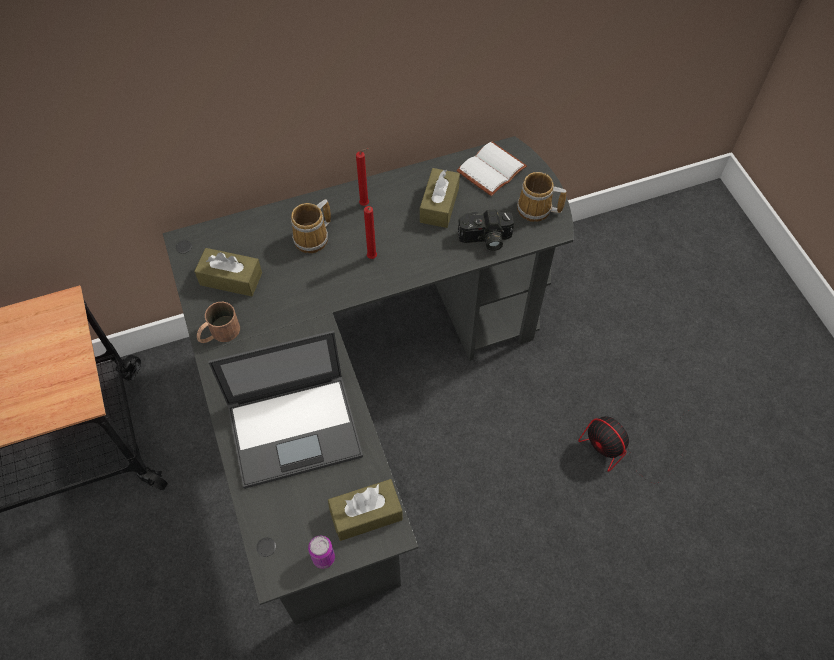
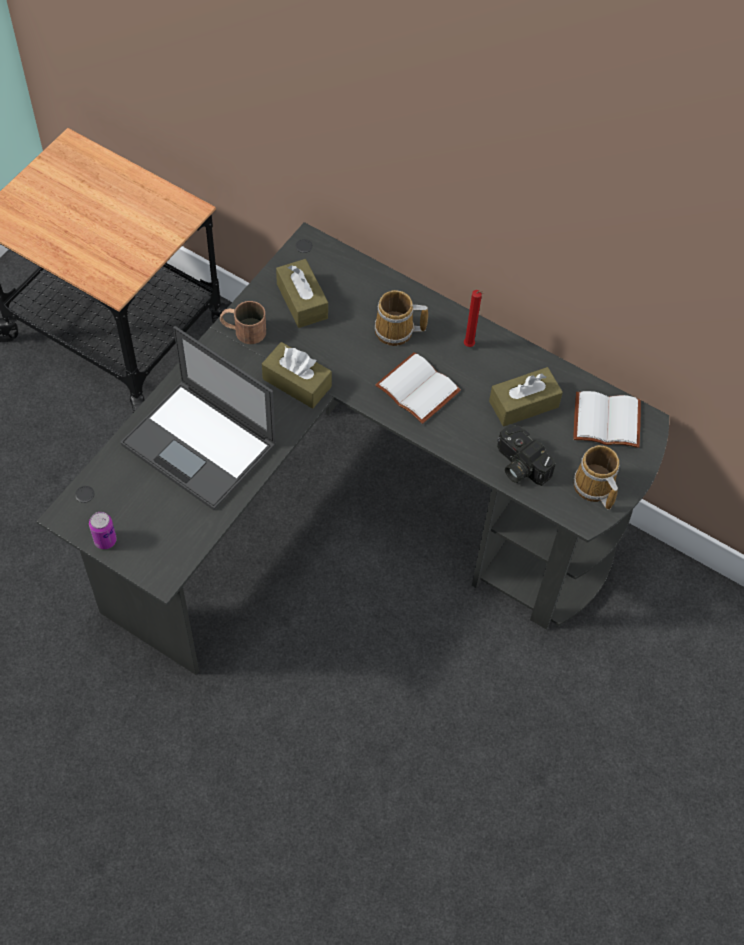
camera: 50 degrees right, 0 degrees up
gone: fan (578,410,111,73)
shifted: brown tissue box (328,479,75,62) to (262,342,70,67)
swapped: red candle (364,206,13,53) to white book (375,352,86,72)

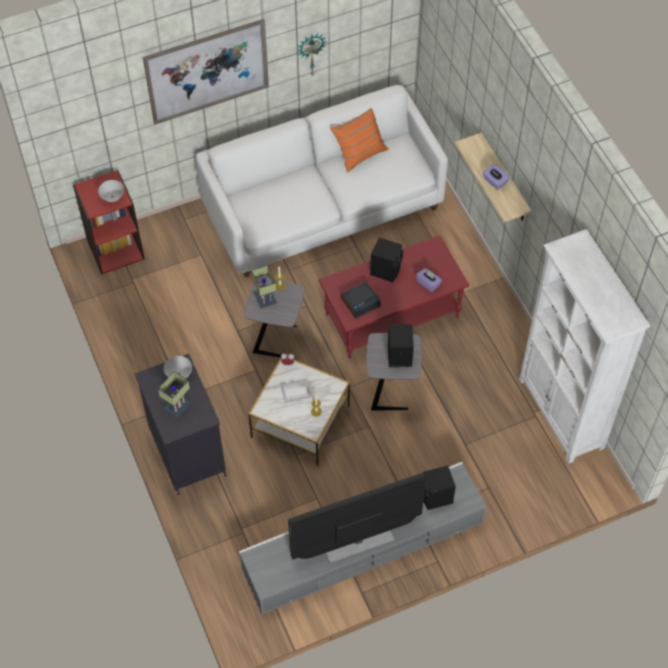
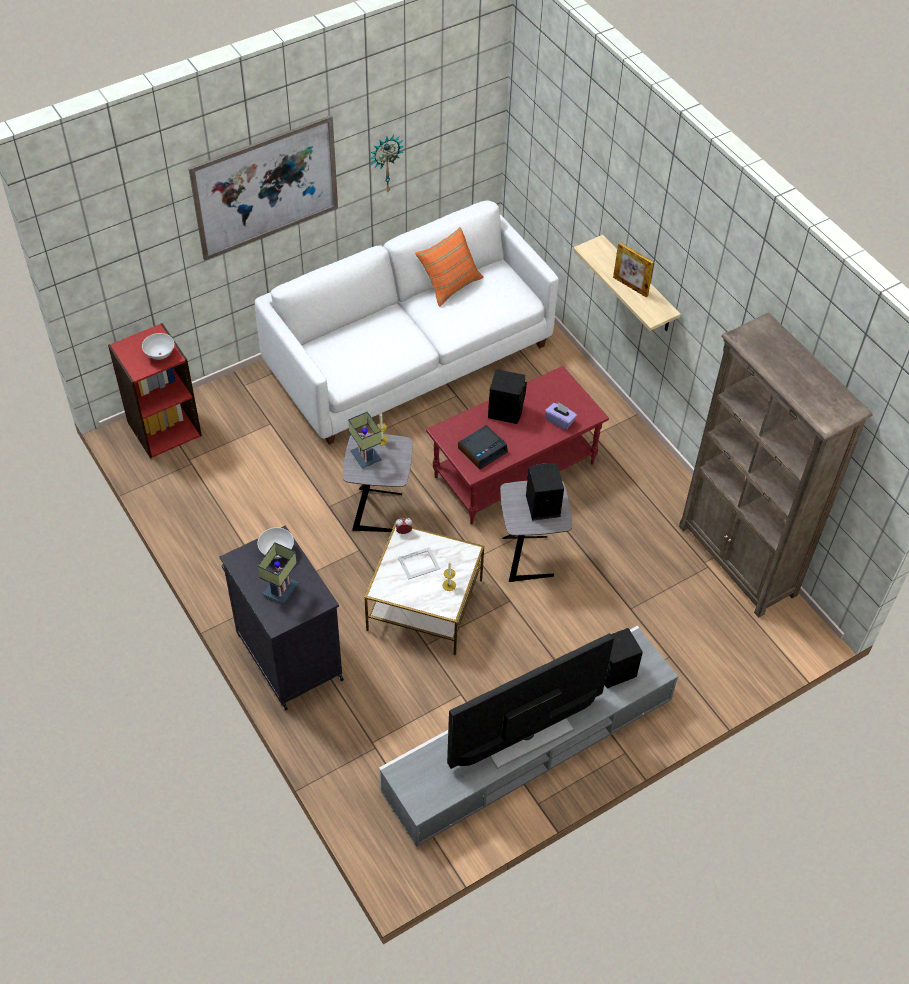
camera: 10 degrees left, 5 degrees down
swapped: purple tissue box (483,163,27,27) to picture frame (613,242,41,55)
repainted: white bookcase (519,229,131,235) to brown bookcase (679,313,193,305)

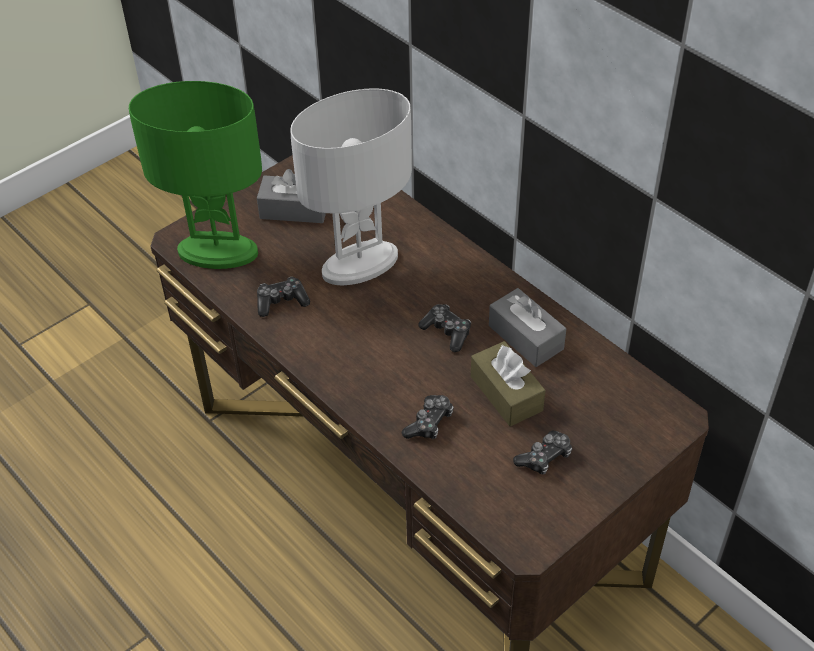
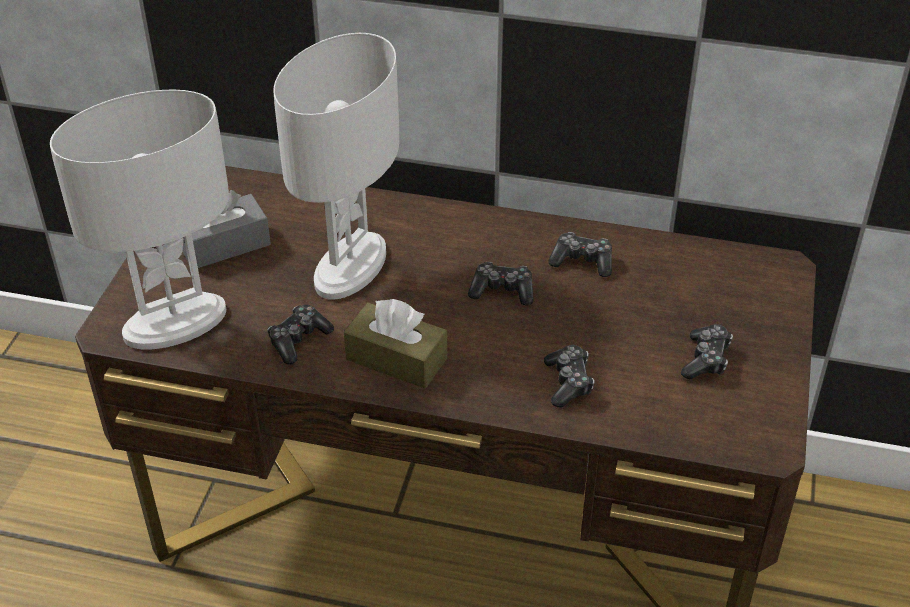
camera: 35 degrees left, 5 degrees down
shifted: brown tissue box (471,341,75,85) to (344,299,103,89)
swapped: grey tissue box (489,288,77,79) to game controller (548,232,64,45)
repainted: green table lamp (129,81,133,188) to white table lamp (50,90,179,260)

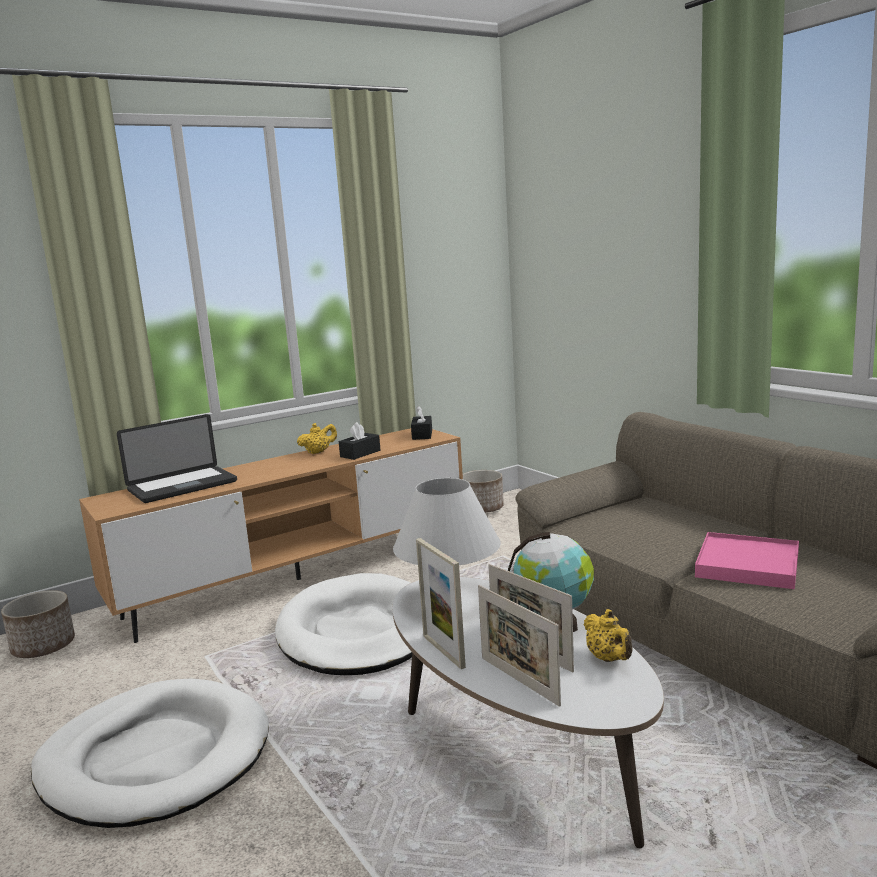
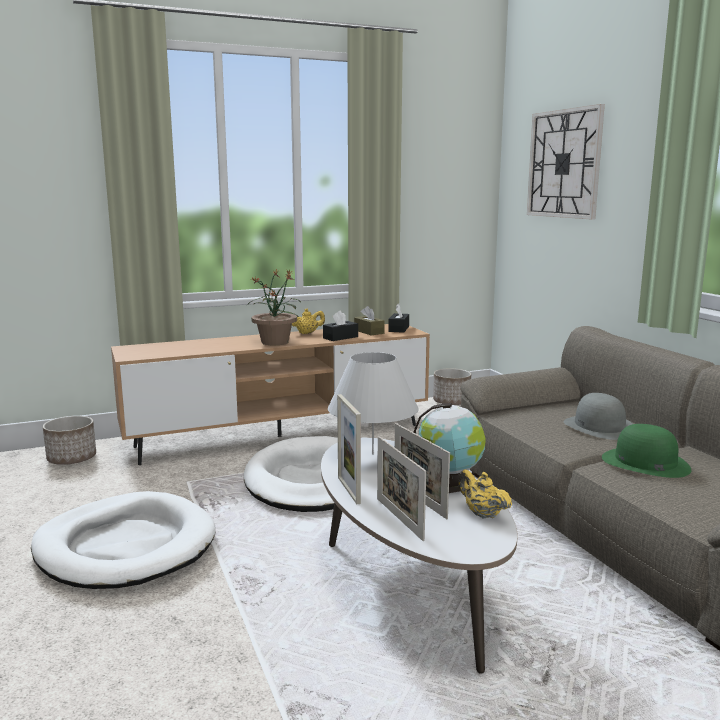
camera: 10 degrees right, 0 degrees up
gone: laptop (117,414,120,89)
new: potted plant (247,269,54,76); brown tissue box (354,306,31,30); wall clock (527,104,78,115); grey hat (564,393,69,47)
swapped: pink tray (695,532,104,57) to green hat (602,424,89,54)
rotated: yellow teapot (583,609,50,53) = (458,469,54,50) 150 degrees clockwise

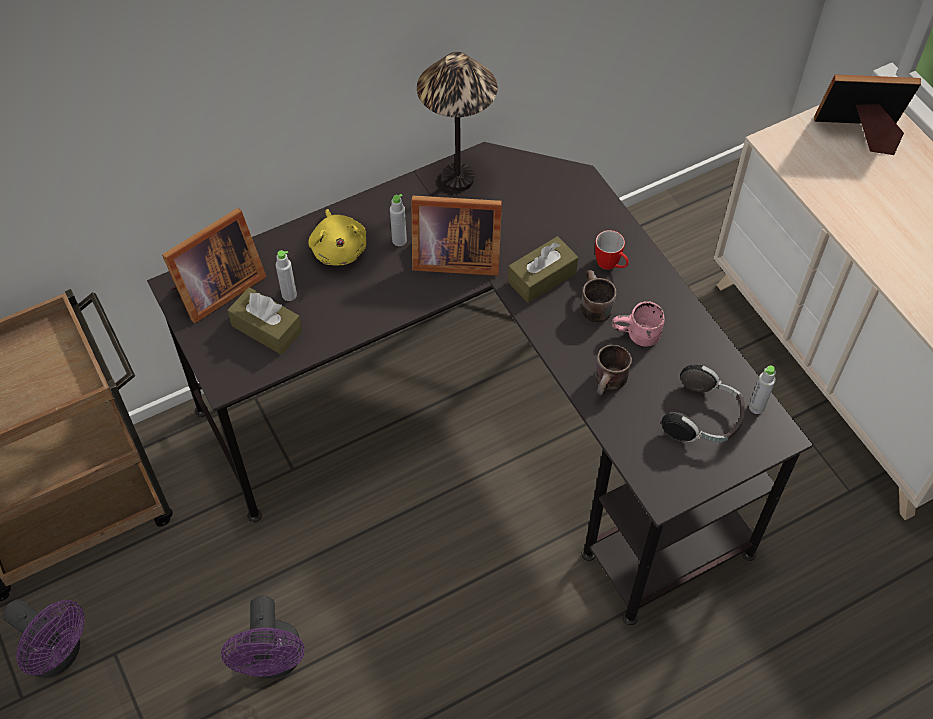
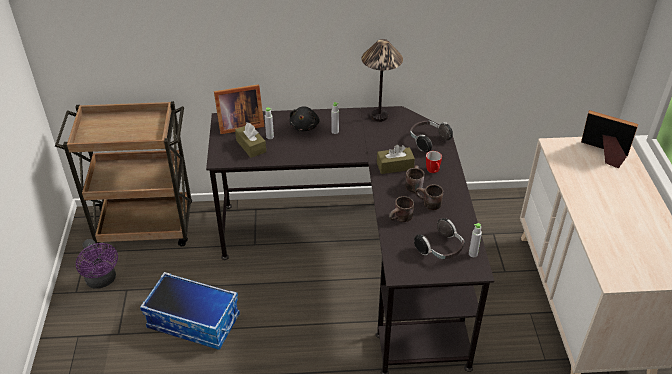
camera: 25 degrees right, 15 degrees down
gone: picture frame (411,196,91,80)
new: headphones (410,121,43,31)
swapped: purple fan (221,596,84,83) to storage box (140,272,100,78)
repainted: yellow plush toy (308,209,58,57) to black plush toy (289,106,31,26); pink mug (612,301,53,46) to brown mug (415,184,28,26)

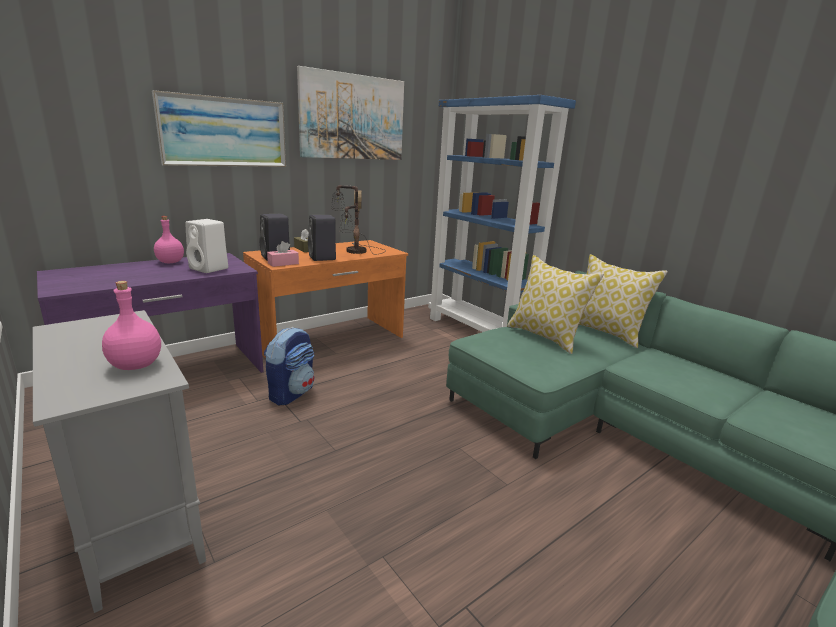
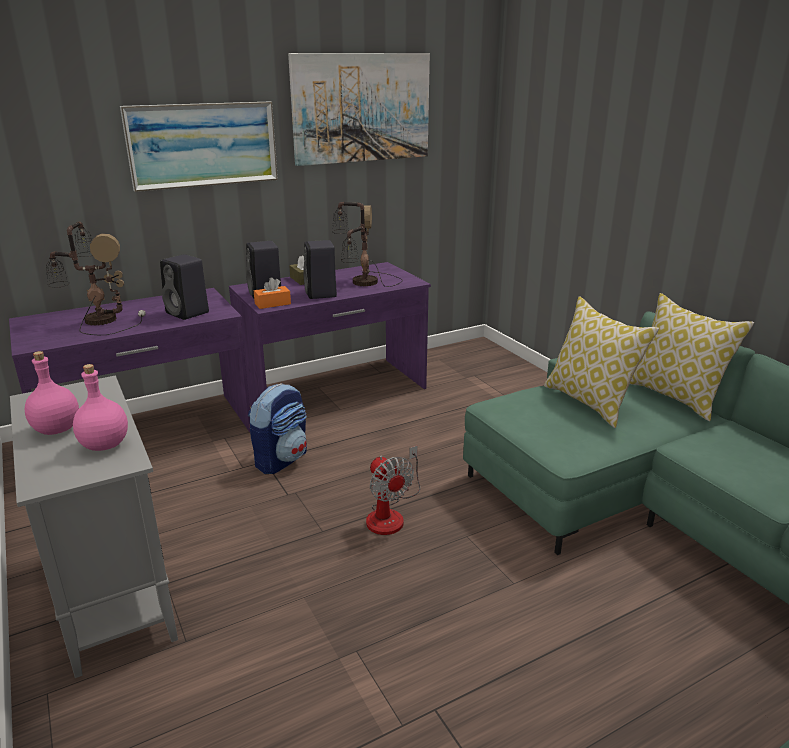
camera: 10 degrees right, 5 degrees up
gone: blue bookcase (428,95,148,237)
new: table lamp (46,222,100,113); fan (366,446,54,89)
shifted: pink bottle (154,216,30,47) to (25,351,54,84)
repainted: white speaker (185,219,43,54) to black speaker (160,254,49,66); orange desk (243,240,165,118) to purple desk (229,262,202,144); pink tissue box (267,241,32,26) to orange tissue box (254,277,37,32)

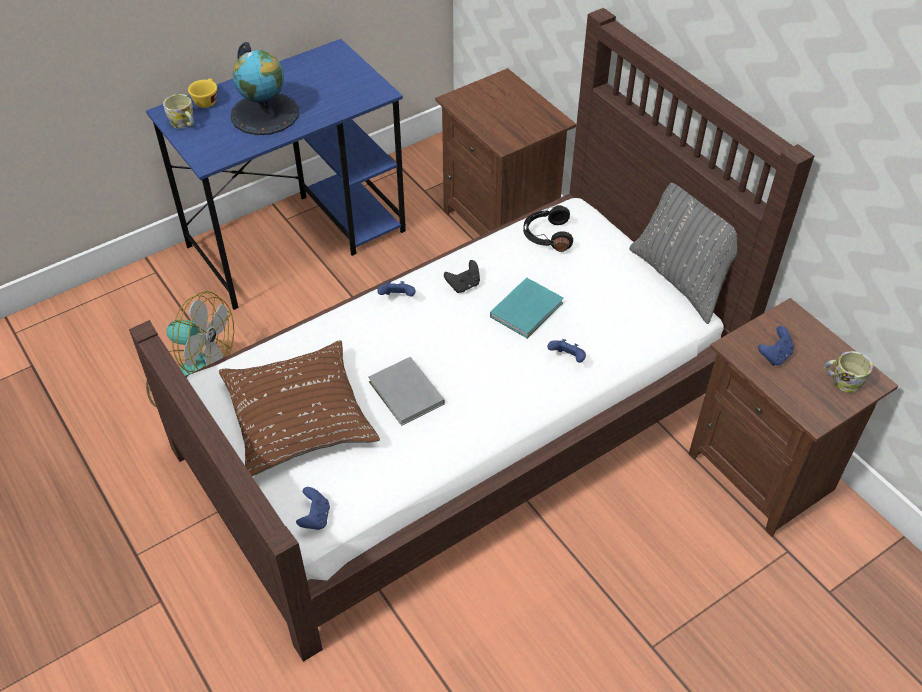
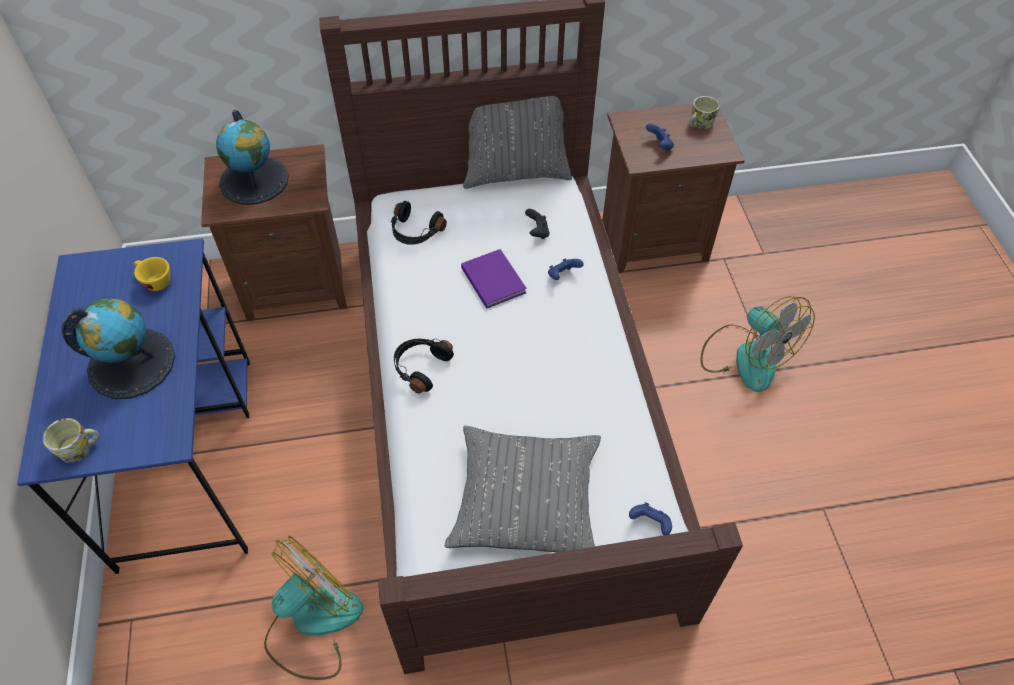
camera: 65 degrees left, 5 degrees up
gone: grey book (368,357,77,69)
new: globe (216,110,73,95); fan (701,296,114,96)
shifted: yellow cup (188,79,29,29) to (134,257,36,34); black game controller (444,260,36,33) to (525,209,25,30)
swapped: blue game controller (377,281,38,15) to black headphones (394,339,60,54)
repainted: brown pillow (219,340,161,136) to grey pillow (445,426,156,127); turquoise book (490,277,74,62) to purple book (461,249,66,60)

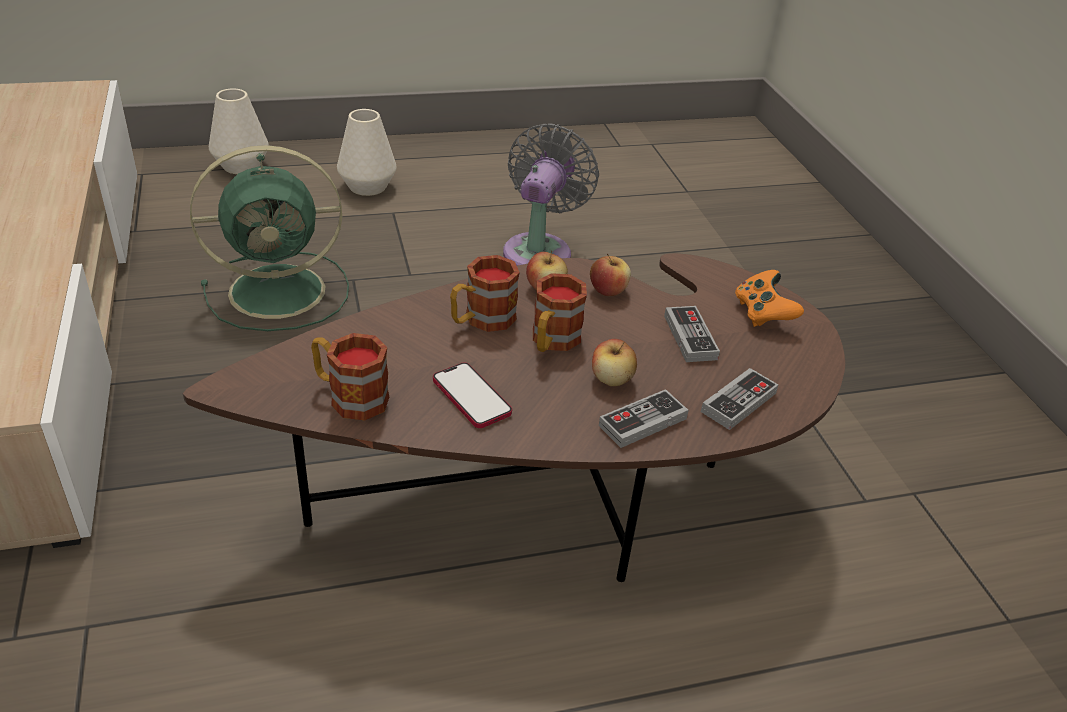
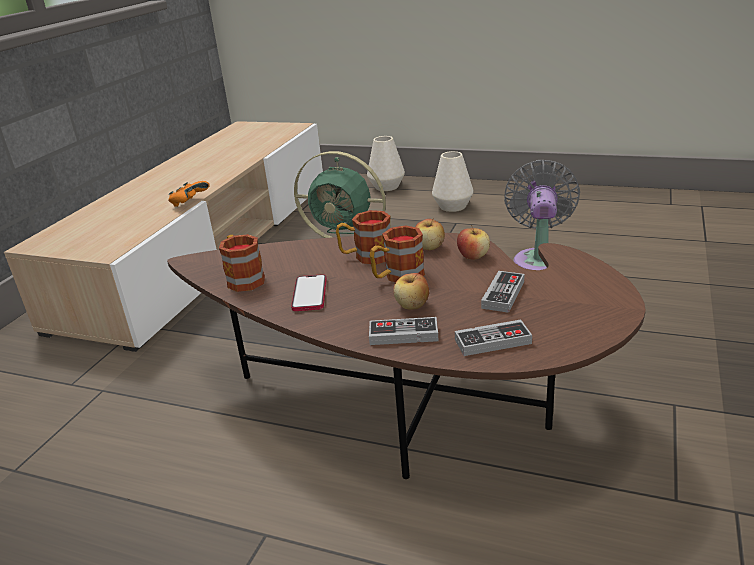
camera: 40 degrees right, 10 degrees down
shifted: orange game controller (735,270,69,57) to (169,181,41,26)
rotated: grey fan (503,123,96,143) = (504,160,76,110) 45 degrees counterclockwise

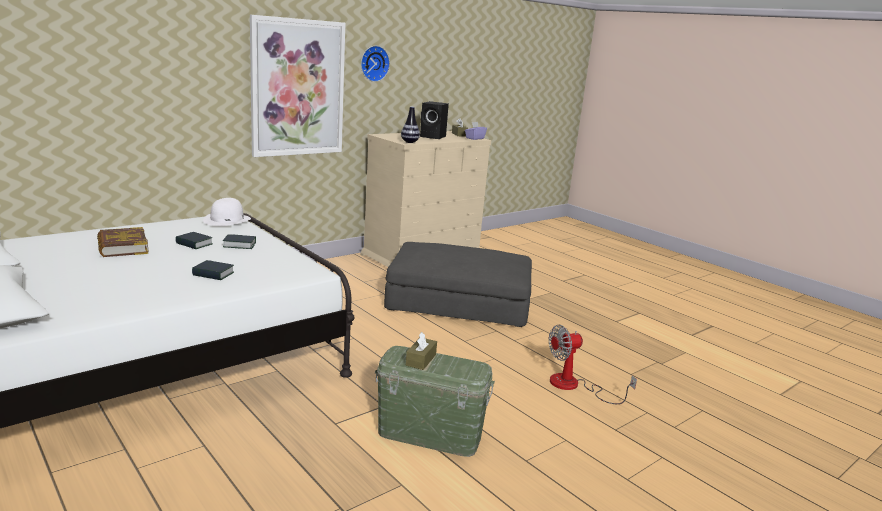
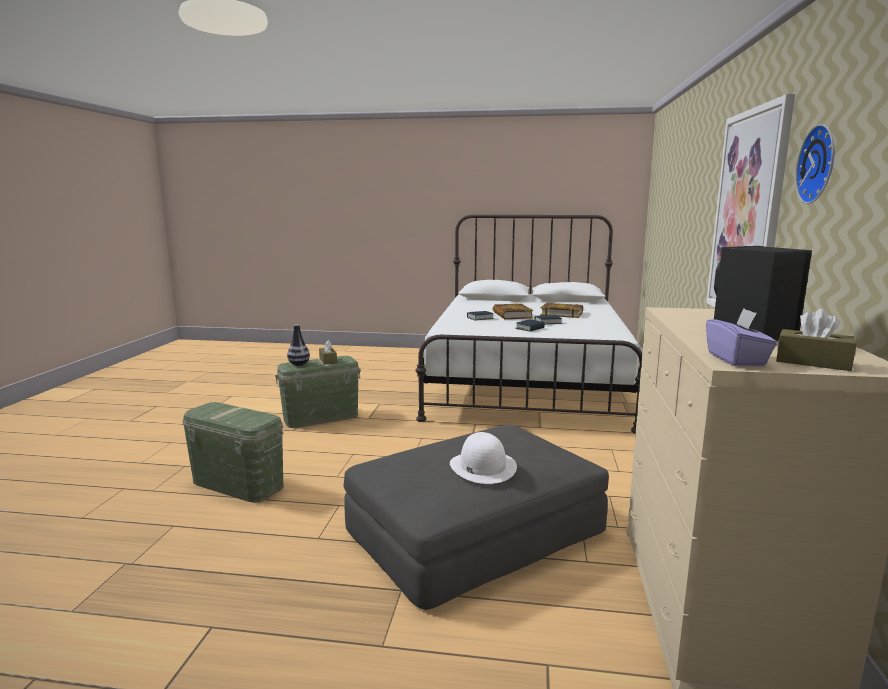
camera: 140 degrees right, 5 degrees down
new: book (492,303,41,16)
shifted: white hat (203,198,48,28) to (450,432,67,52); vase (401,107,19,36) to (287,324,23,42)
swapped: fan (549,325,88,79) to green storage box (182,402,101,101)

